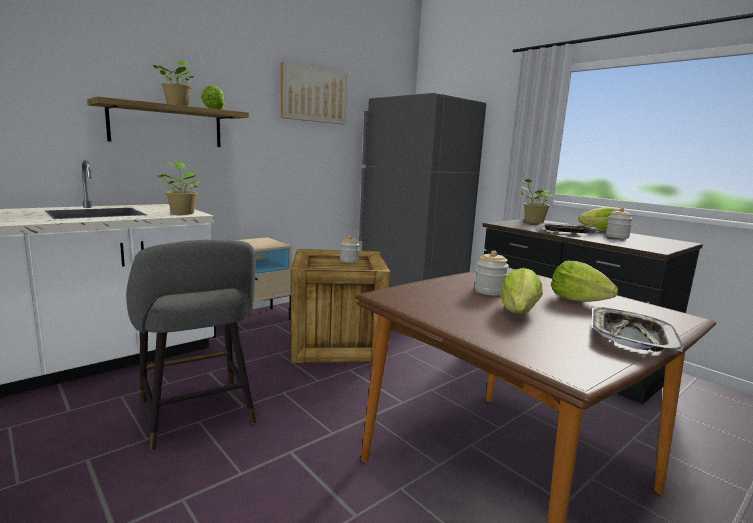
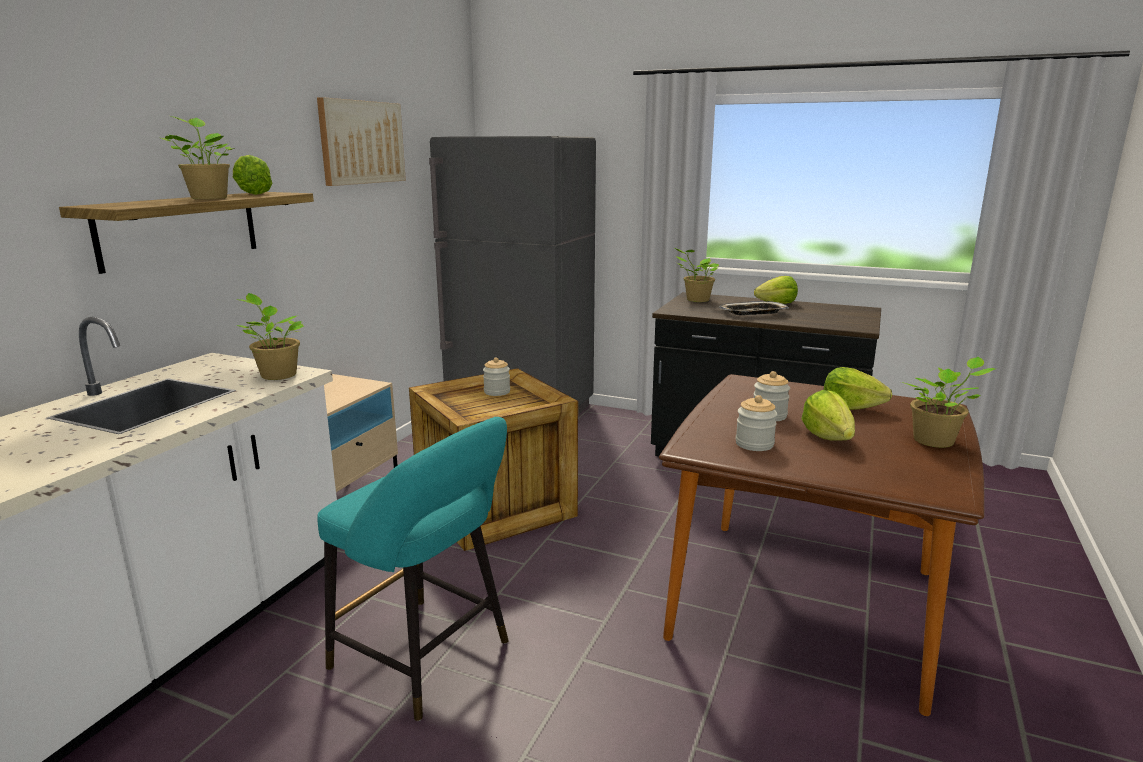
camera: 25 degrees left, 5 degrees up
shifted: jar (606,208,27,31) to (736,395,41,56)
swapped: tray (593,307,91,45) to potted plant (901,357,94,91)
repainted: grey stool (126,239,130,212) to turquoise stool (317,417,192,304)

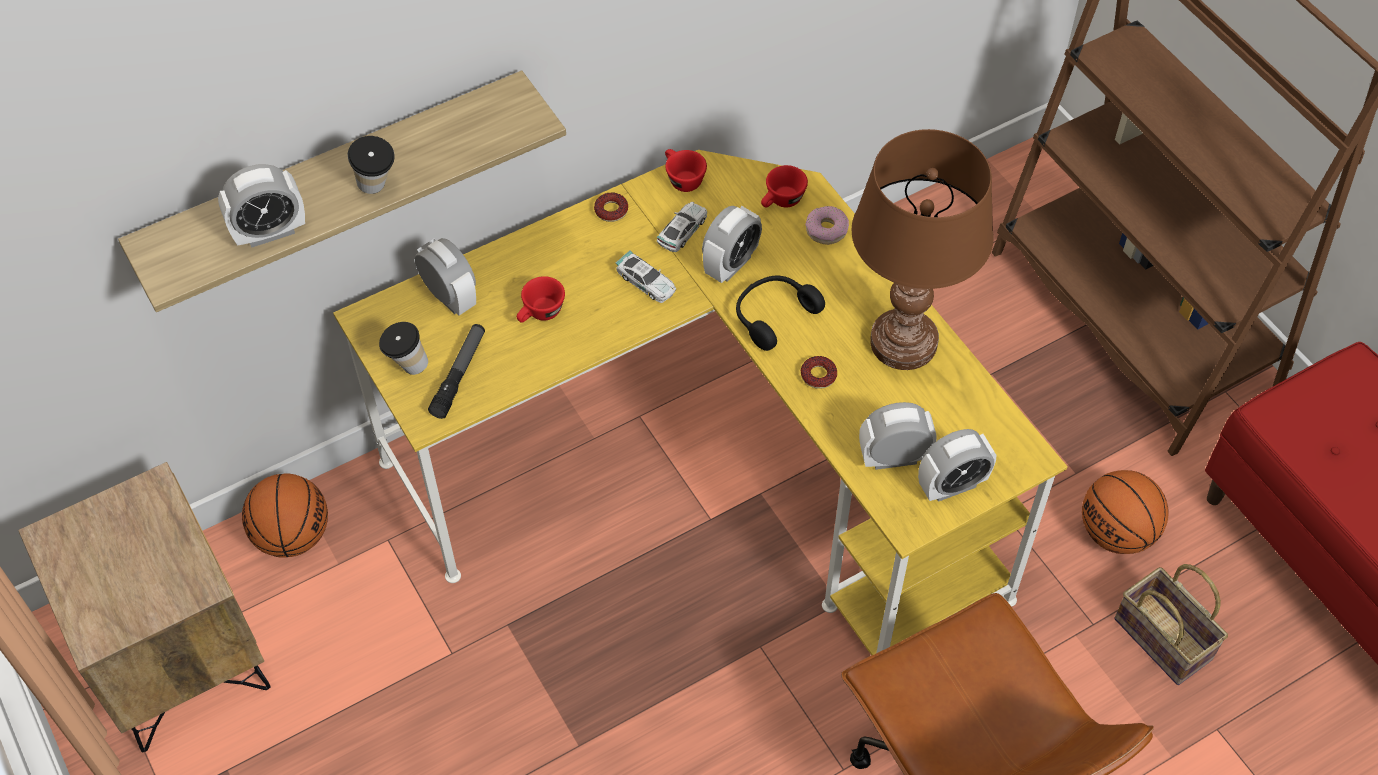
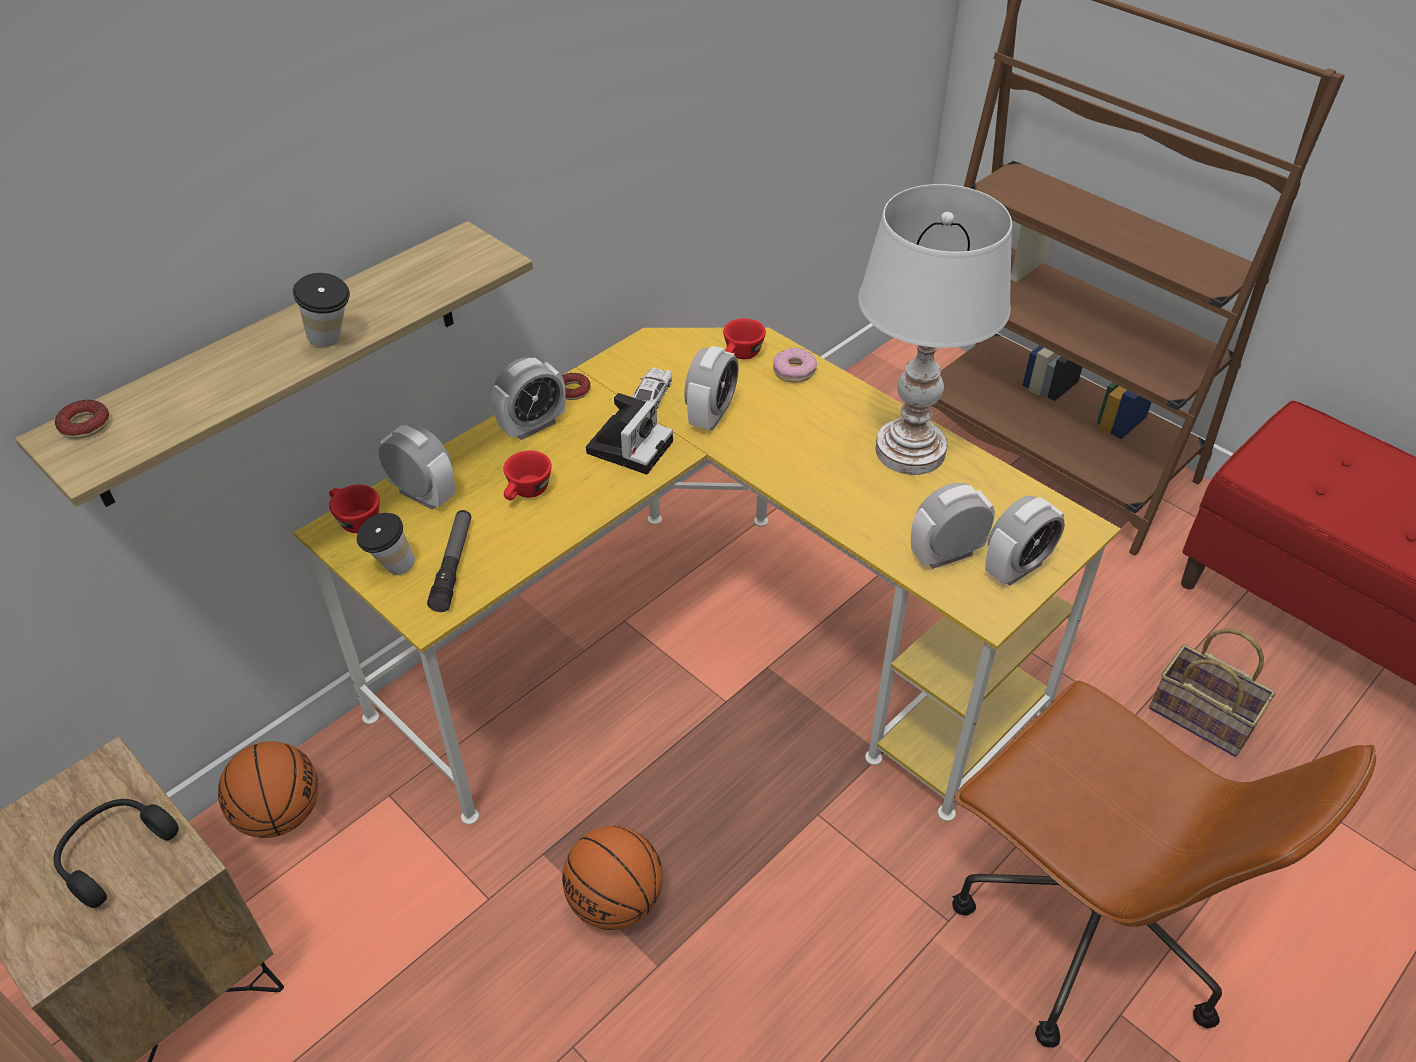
camera: 15 degrees left, 10 degrees down
shifted: alarm clock (218,164,87,84) to (492,357,73,83); red cup (665,149,42,43) to (329,485,51,48); black headphones (736,276,89,75) to (54,799,125,109); donut (801,356,36,33) to (55,400,54,39); basketball (1082,470,87,84) to (562,826,101,104)
swapped: toy car (616,250,60,53) to photo camera (586,393,87,82)
repainted: brown table lamp (852,129,142,241) to white table lamp (858,184,154,291)

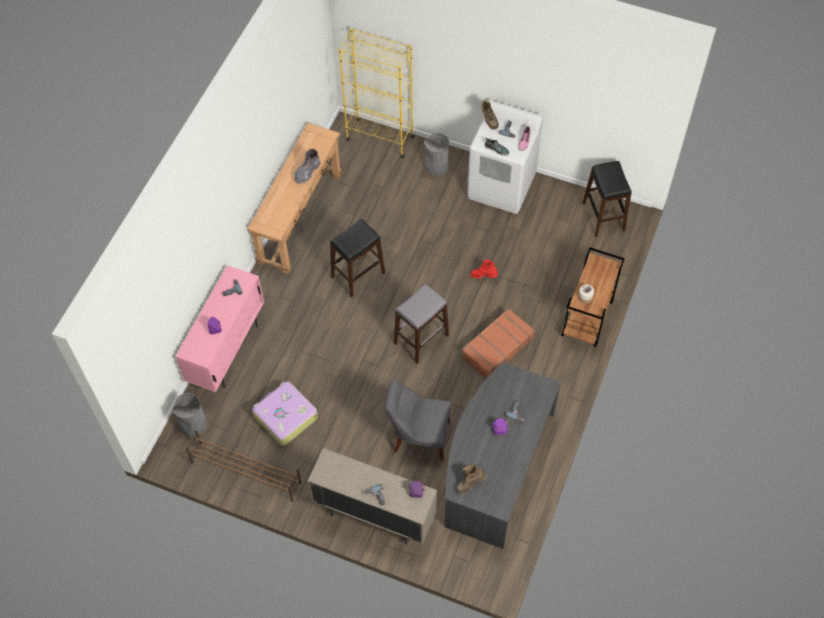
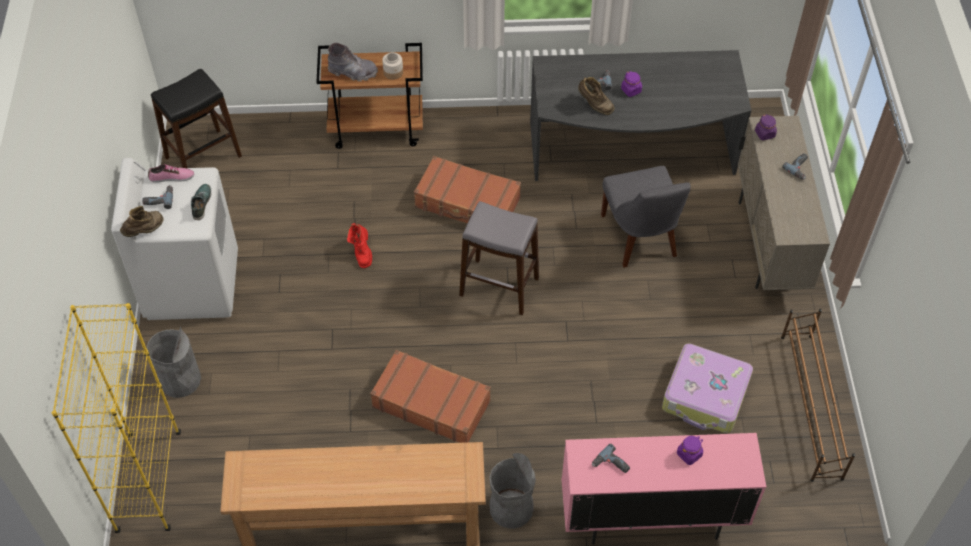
camera: 115 degrees left, 5 degrees down
shifted: grey trash can (172,393,35,44) to (489,453,47,76); grey boot (295,149,26,35) to (328,43,50,39); brown boot (456,465,30,29) to (578,77,37,38)
swapped: black stool (330,219,55,79) to brown suitcase (370,350,121,93)

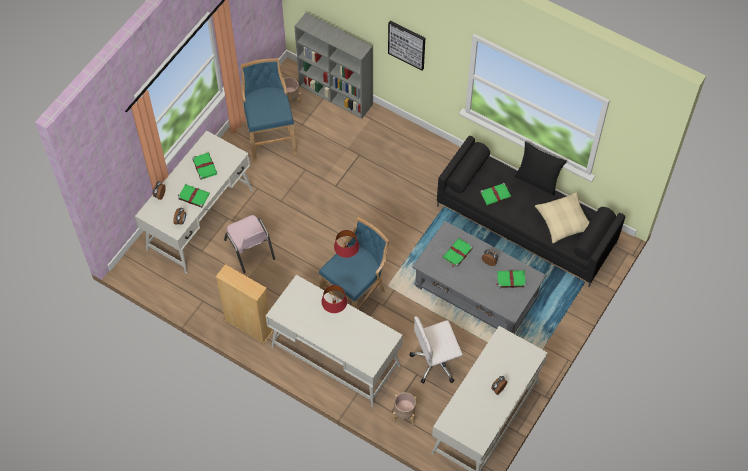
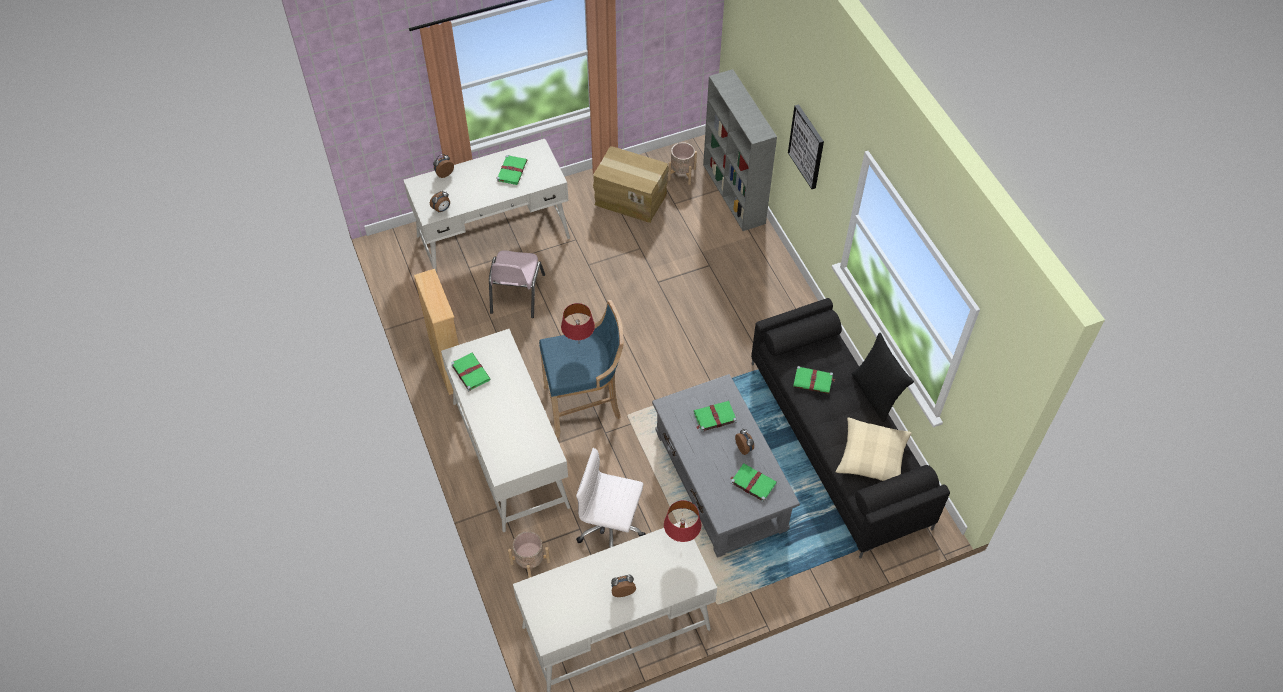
camera: 35 degrees right, 5 degrees down
shifted: green book (178,184,32,24) to (451,353,40,38); red table lamp (321,285,26,28) to (664,500,37,42)
swapped: blue stool (240,58,57,105) to cardboard box (593,146,76,77)

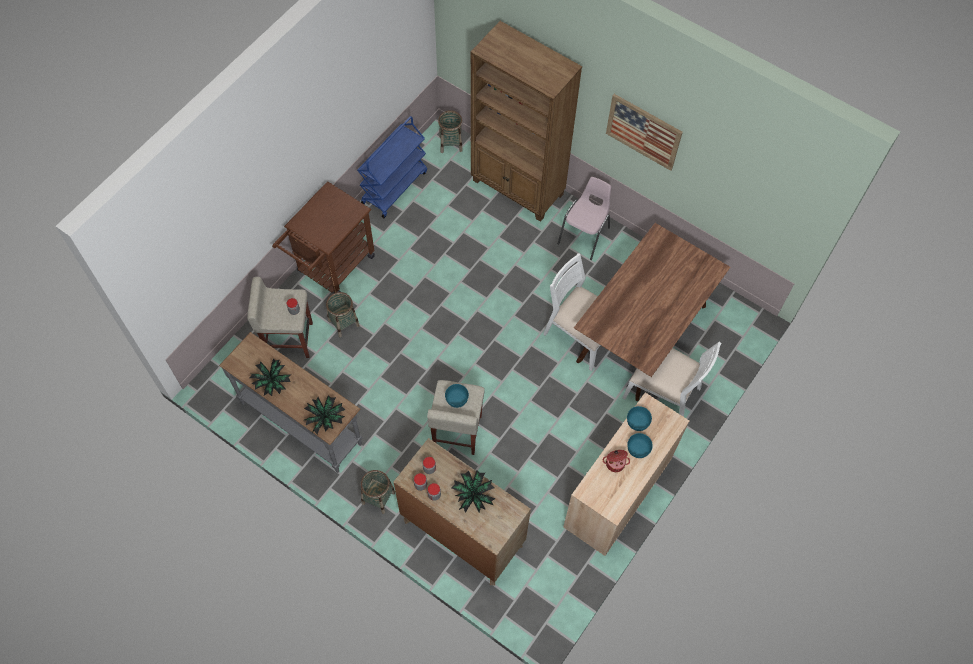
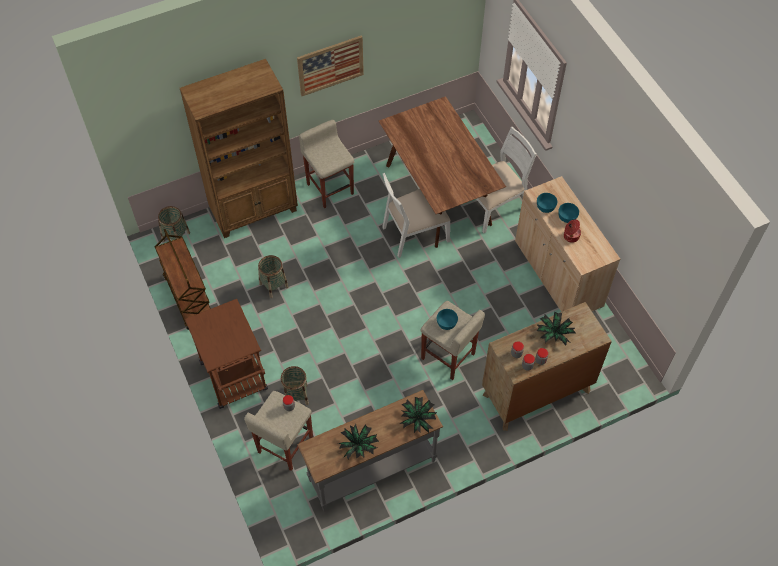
camera: 60 degrees left, 5 degrees down
shifted: basket (361,470,34,44) to (258,255,31,43)
swapped: pink chair (558,177,53,83) to beige stool (299,120,55,88)
repainted: blue cart (357,116,70,102) to brown cart (155,229,56,101)

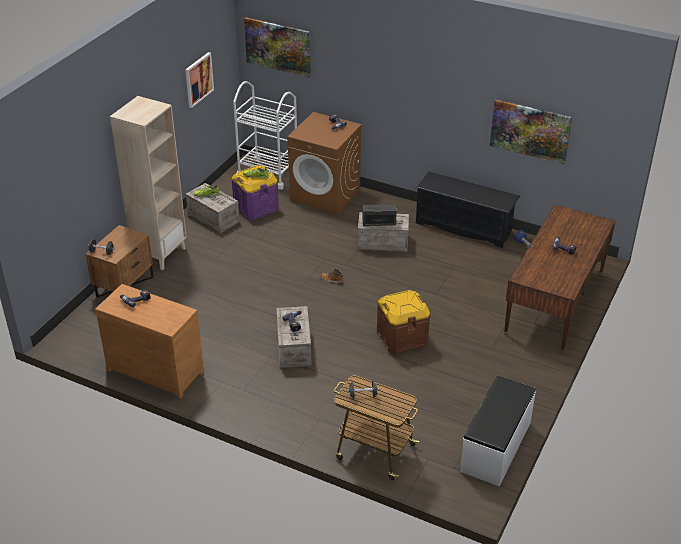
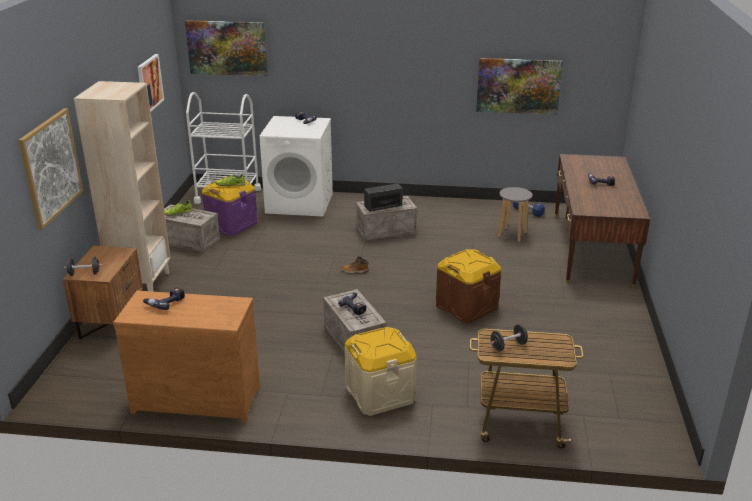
camera: 20 degrees left, 10 degrees down
gone: black shoe rack (415,171,105,77); white bench (460,376,76,110)
new: picture (18,108,65,122); beige storage box (344,327,73,89); grey stool (498,187,35,55)
repainted: brown washing machine (287,112,75,102) to white washing machine (259,116,74,101)

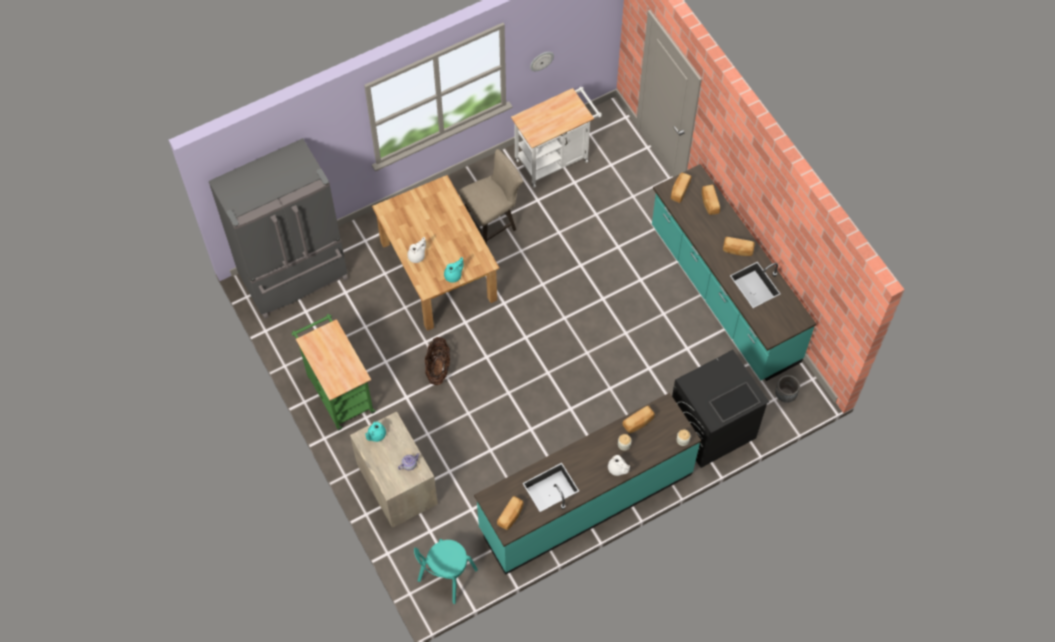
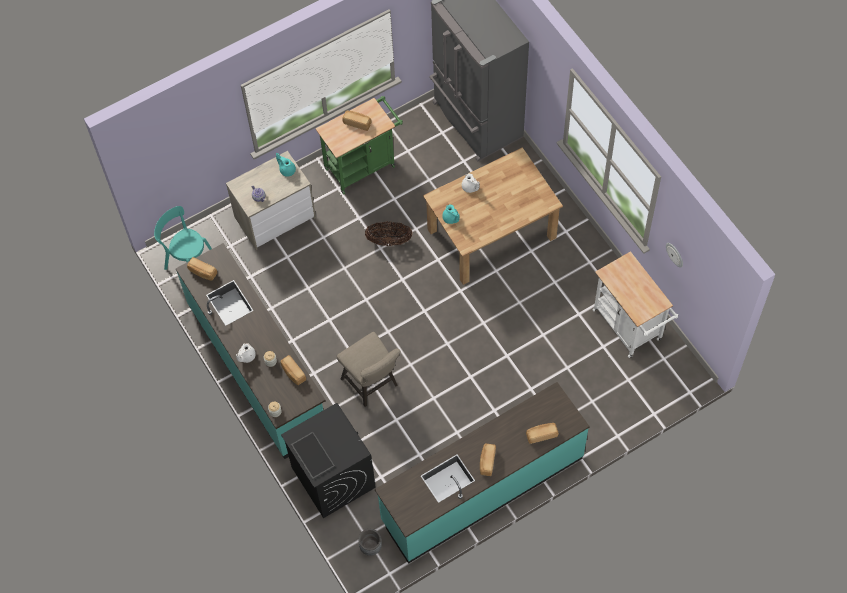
camera: 90 degrees right, 0 degrees up
shifted: beige stool (458,149,65,96) to (336,332,64,75); bread (671,173,20,30) to (342,110,30,21)

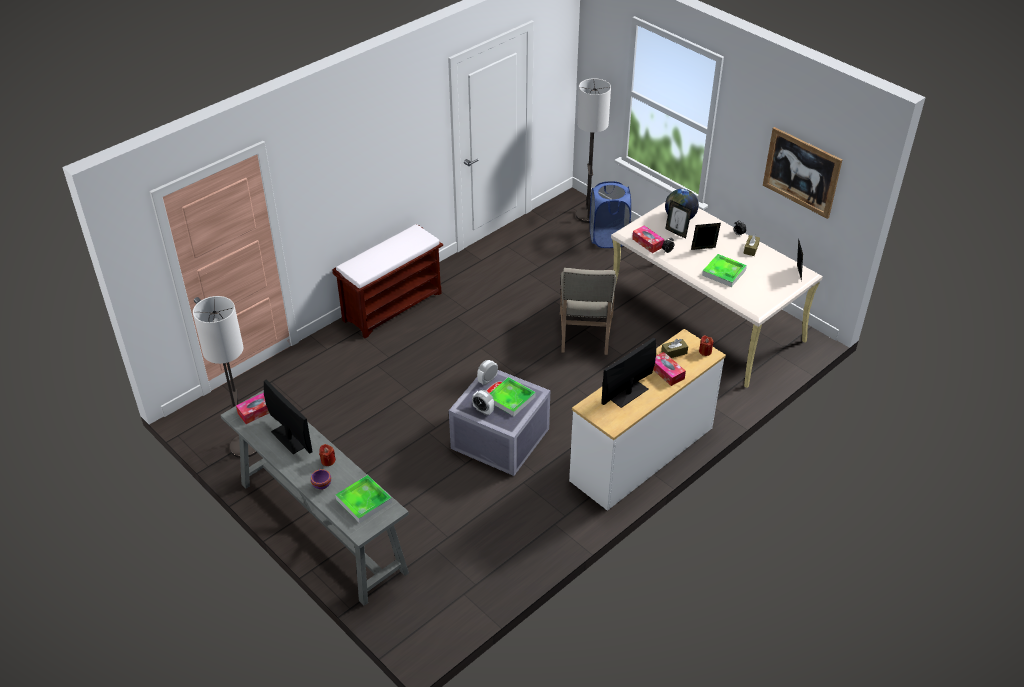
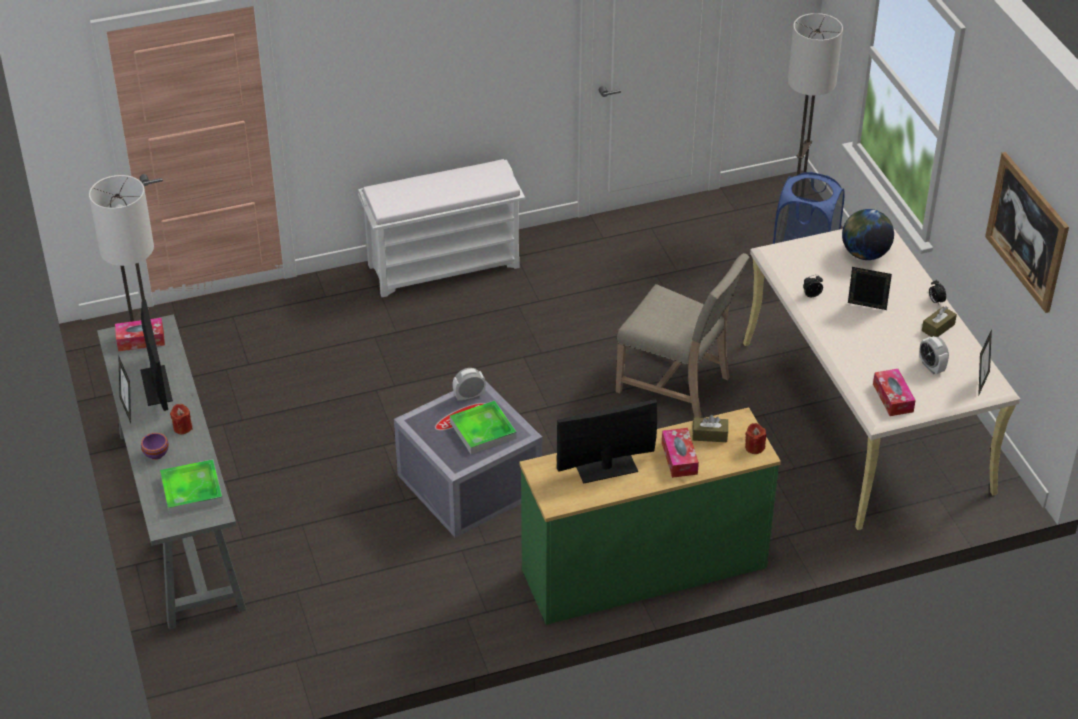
camera: 25 degrees right, 0 degrees up
gone: tray (702,254,45,33)
shifted: alarm clock (472,390,22,25) to (919,336,30,38); tissue box (632,226,32,27) to (873,369,43,47); picture frame (665,200,27,39) to (118,355,13,68)
repainted: brown bench (332,224,111,114) to white bench (358,159,167,138); white dresser (569,329,157,182) to green dresser (519,407,262,218)
rotated: beige chair (560,268,57,87) = (616,253,134,165) 90 degrees counterclockwise

